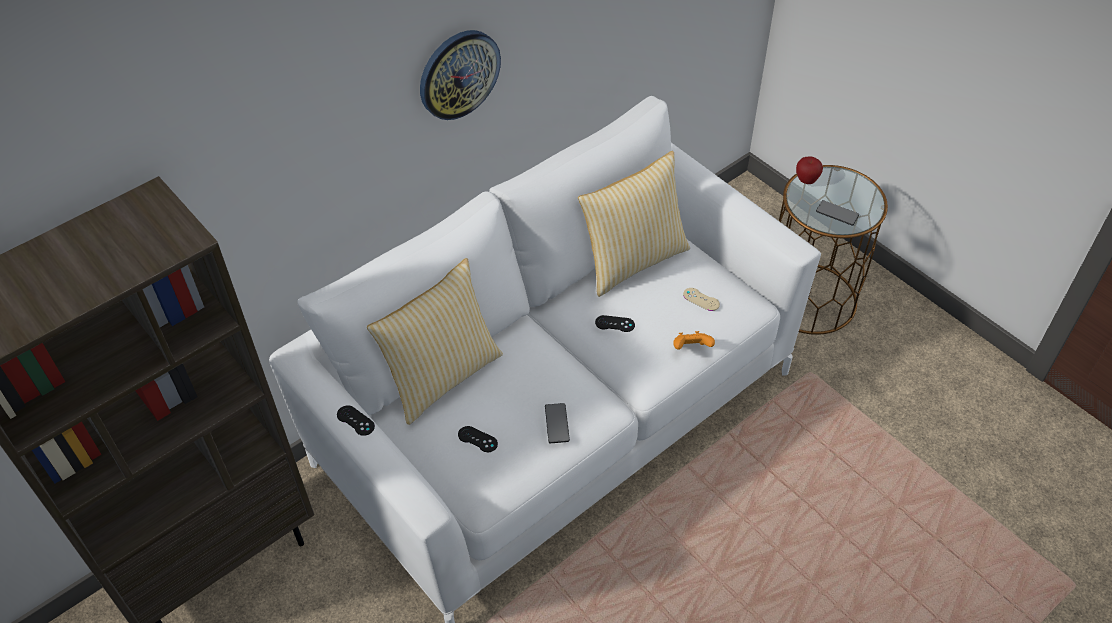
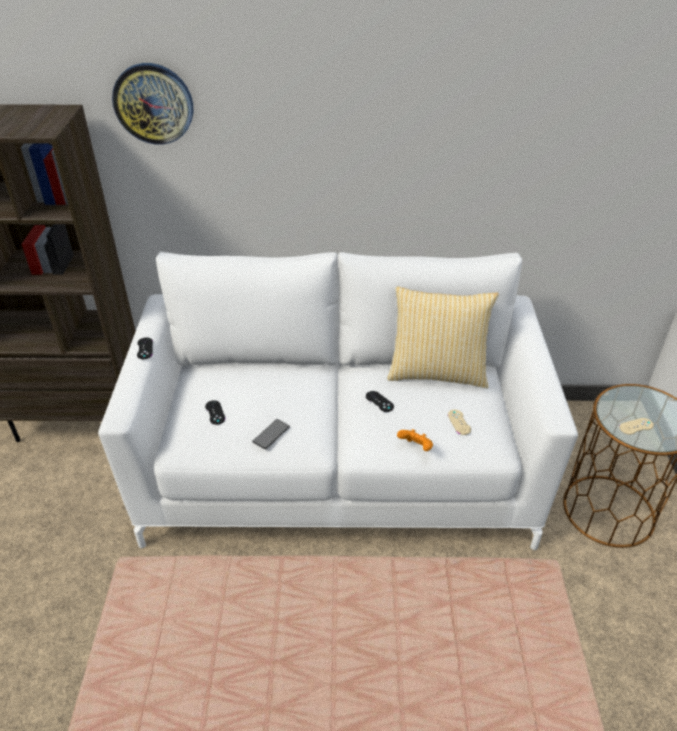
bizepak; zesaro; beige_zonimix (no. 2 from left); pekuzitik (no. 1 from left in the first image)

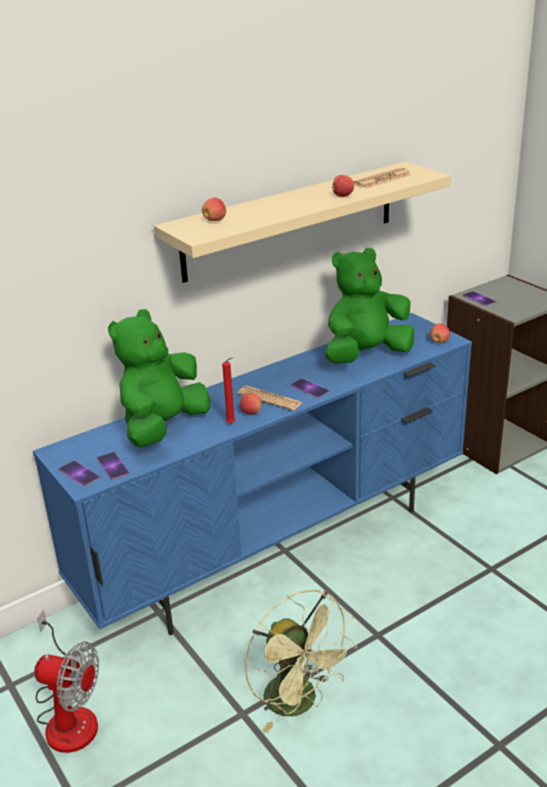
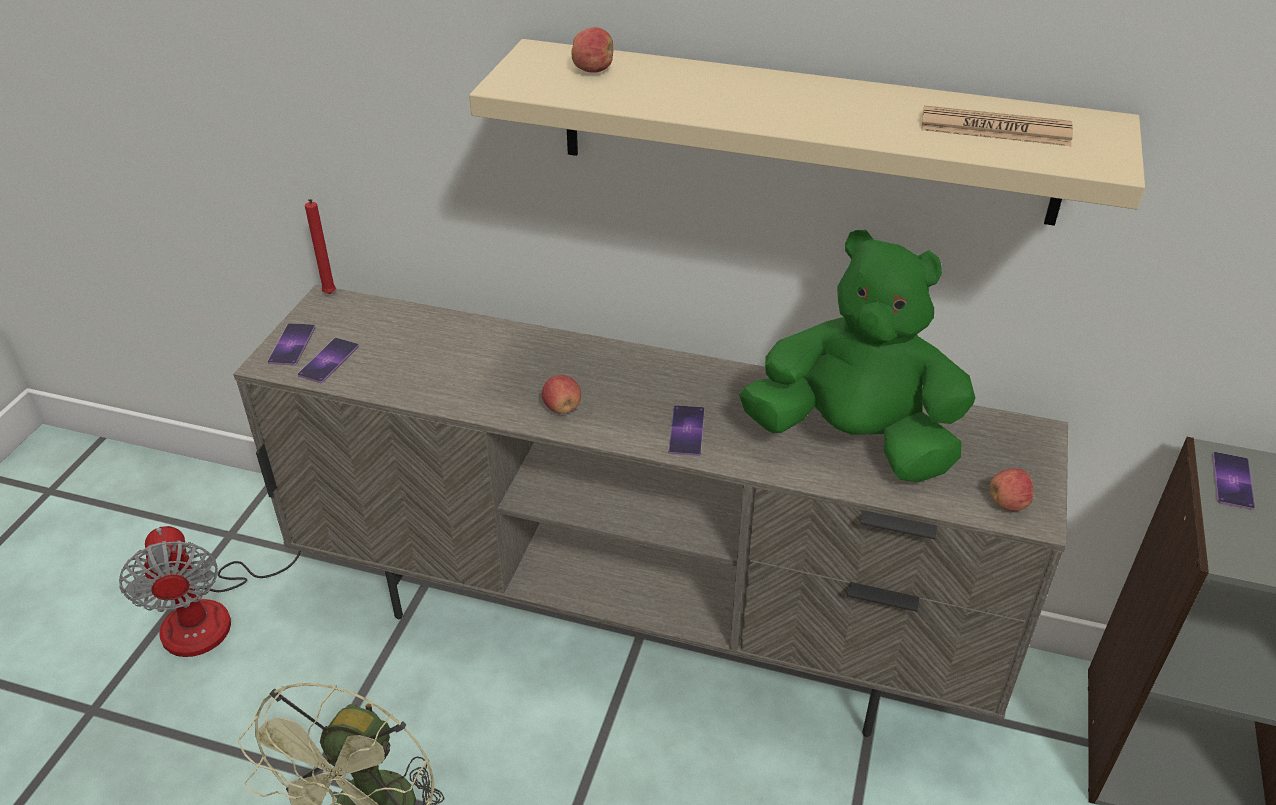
zesaro (no. 3 from left in the first image); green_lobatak (no. 1 from left in the first image); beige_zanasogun; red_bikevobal; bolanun (no. 1 from left in the first image)

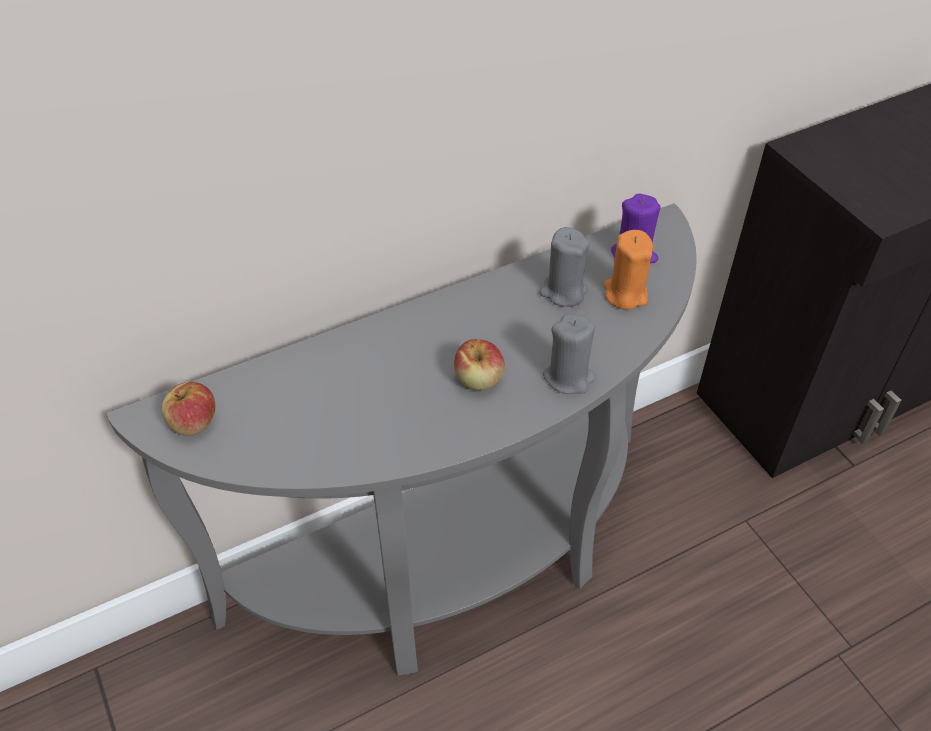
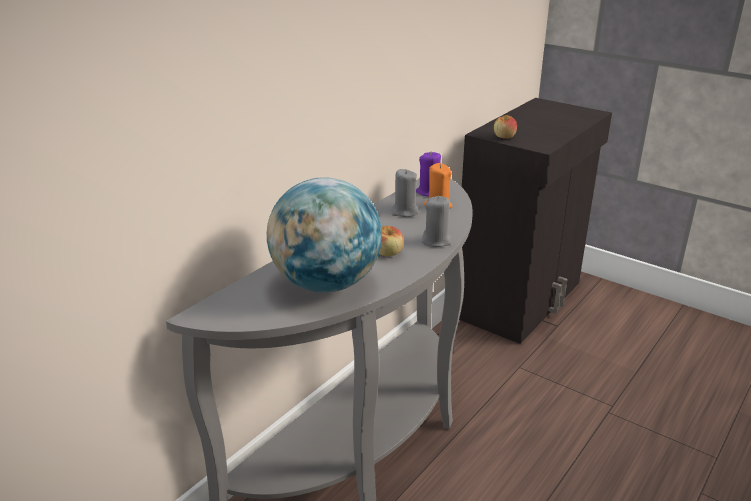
zesaro (no. 2 from left); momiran

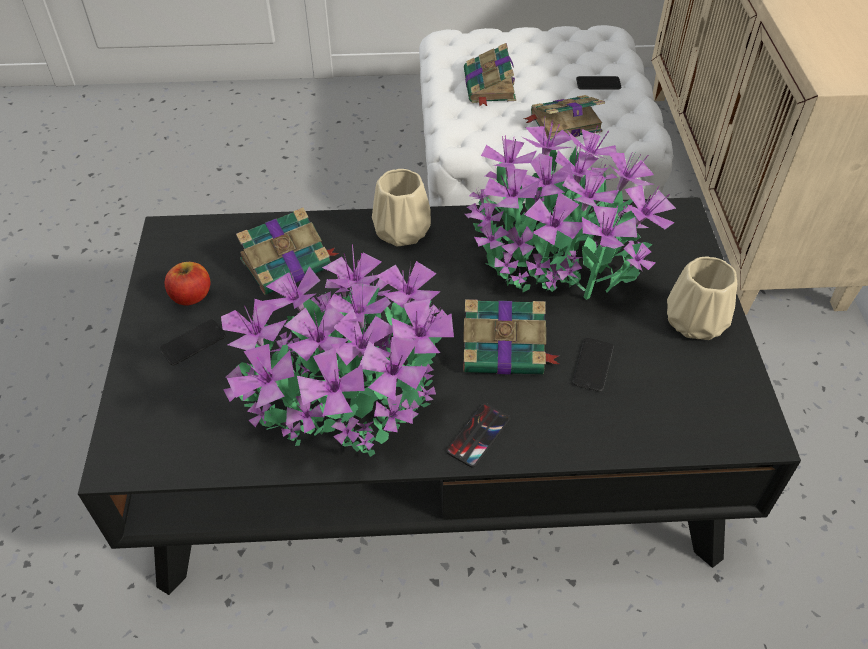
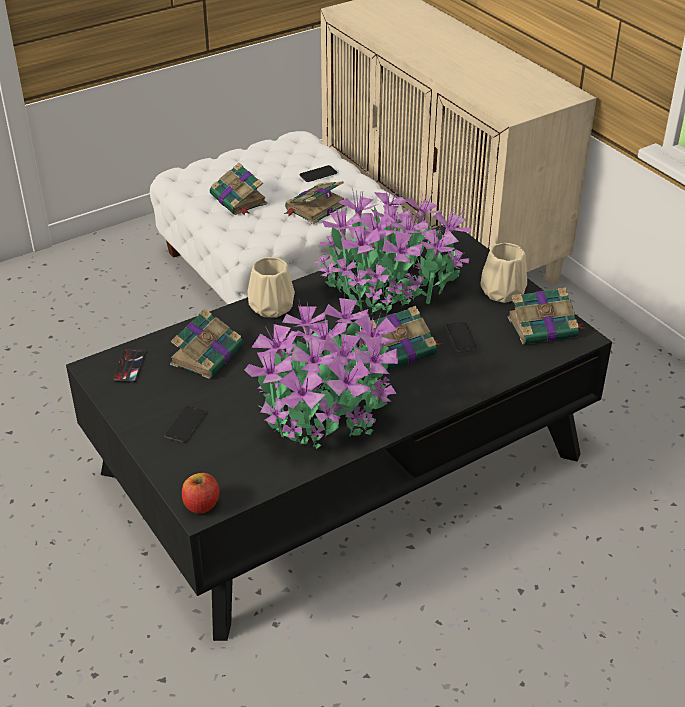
zesaro; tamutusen (no. 1 from left); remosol (no. 5 from left)

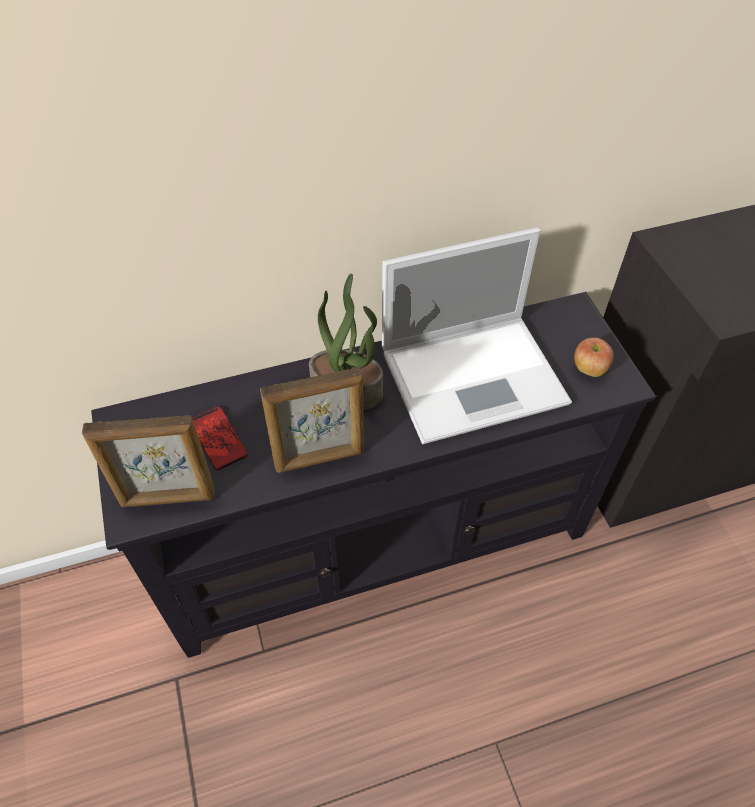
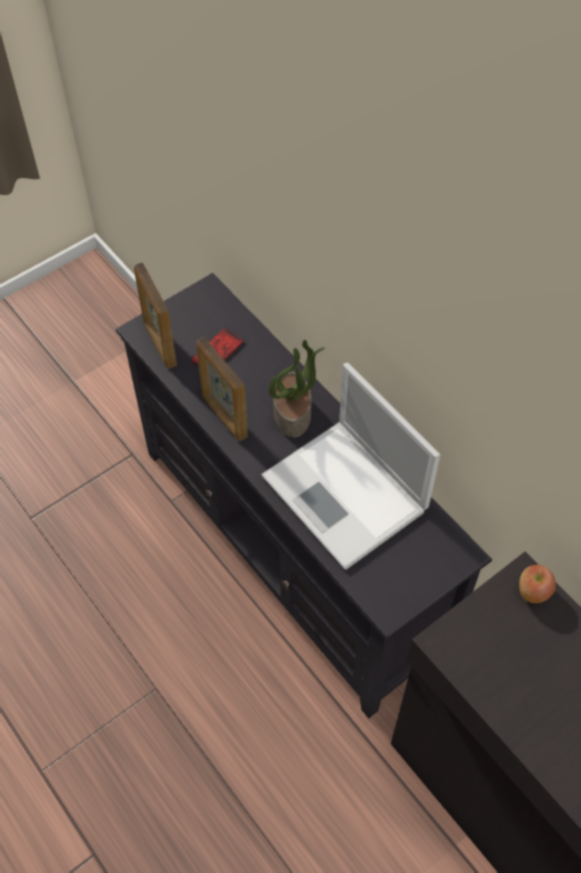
zesaro

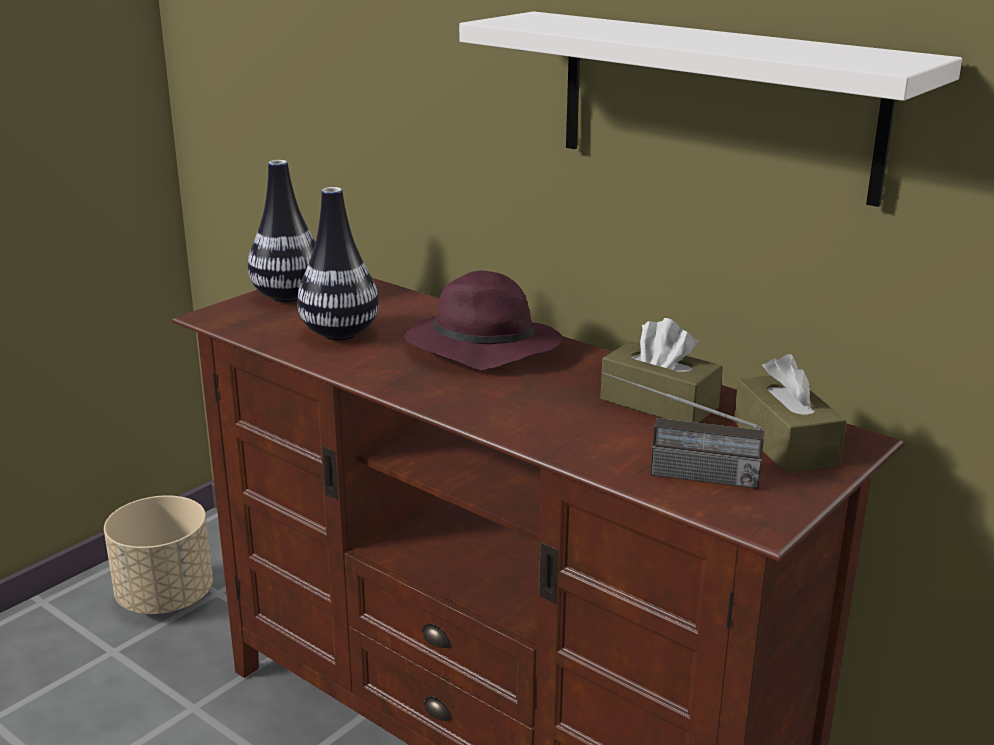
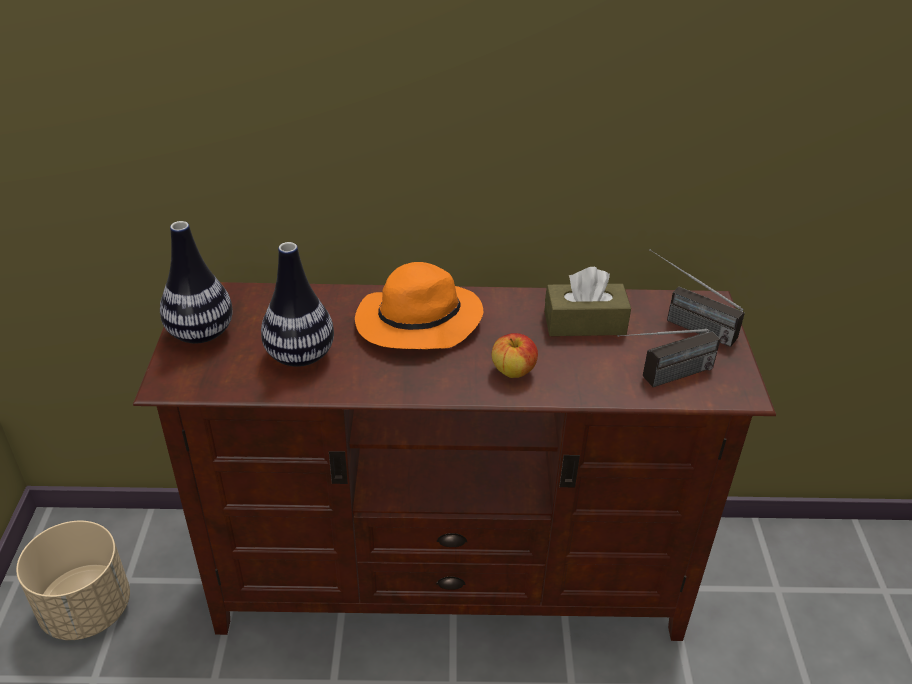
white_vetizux; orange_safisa; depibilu (no. 2 from left); zesaro

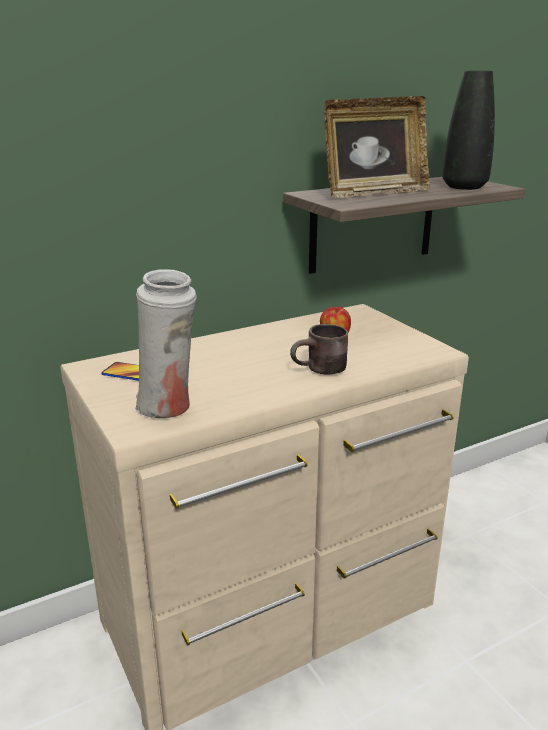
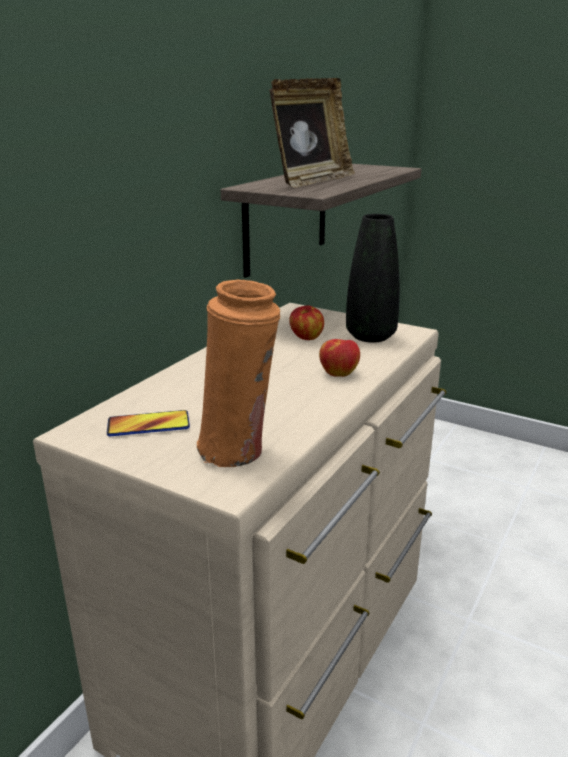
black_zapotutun; orange_zapotutun; zesaro (no. 2 from left)

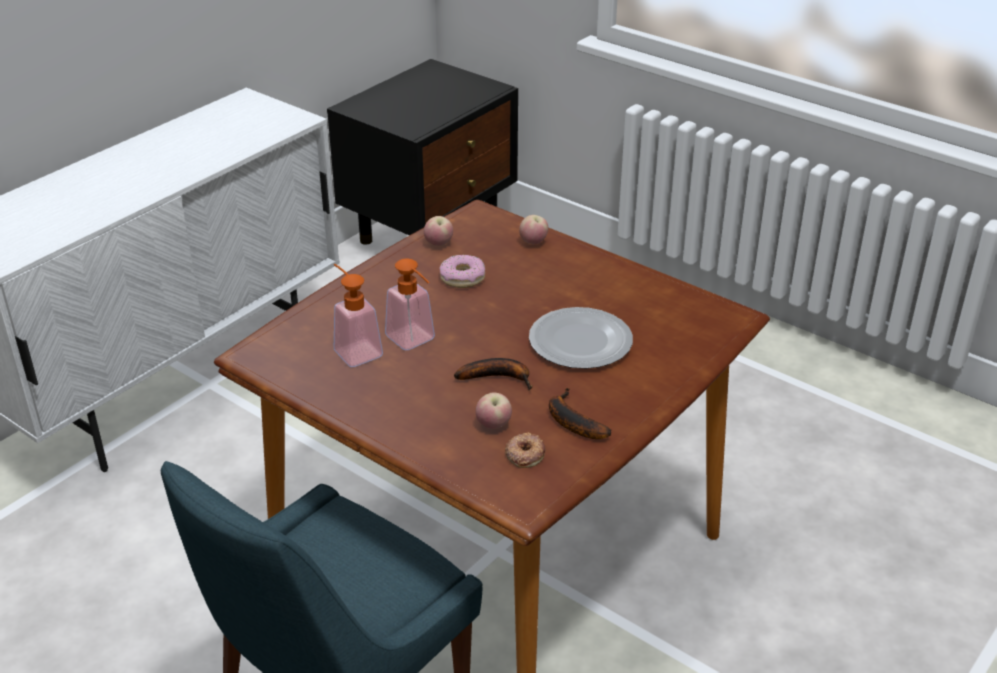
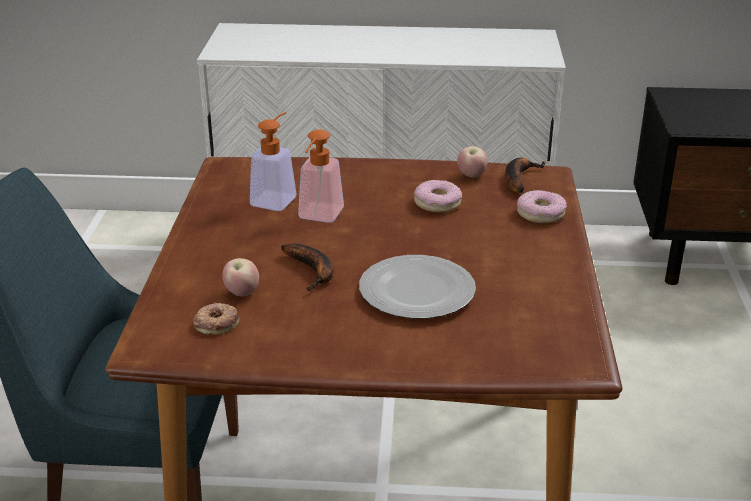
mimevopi (no. 3 from left); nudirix (no. 2 from left)

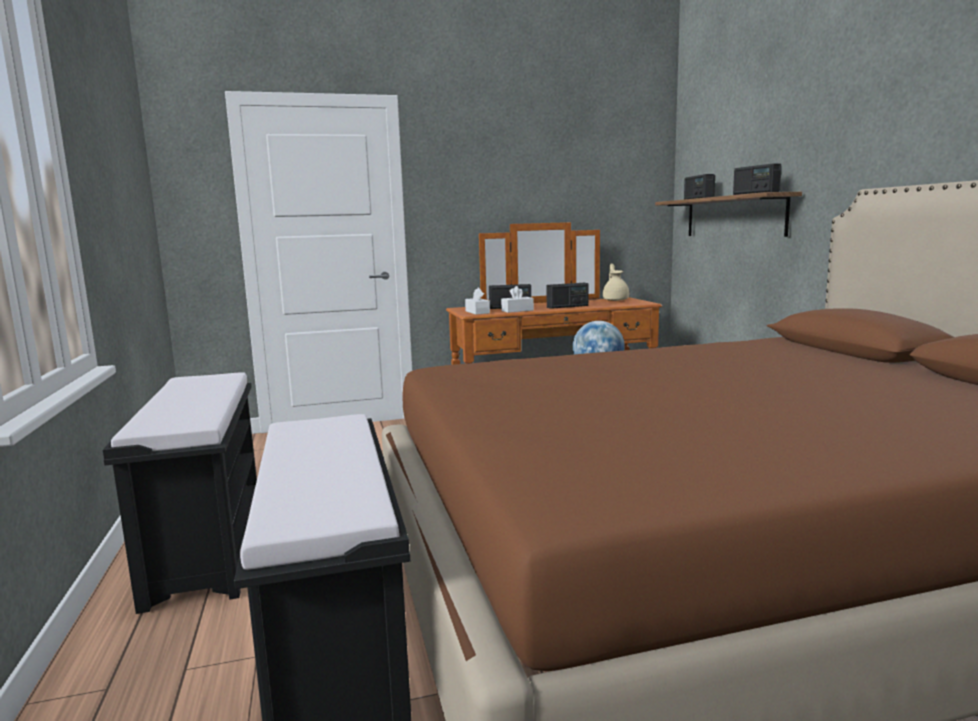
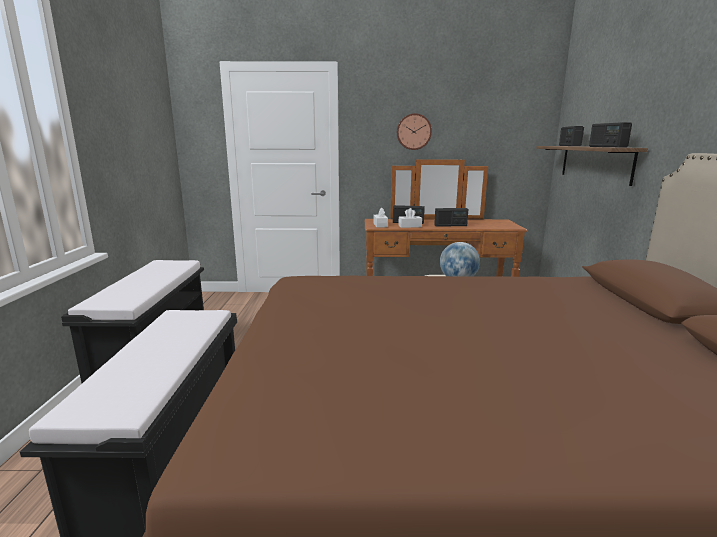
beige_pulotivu; bizepak

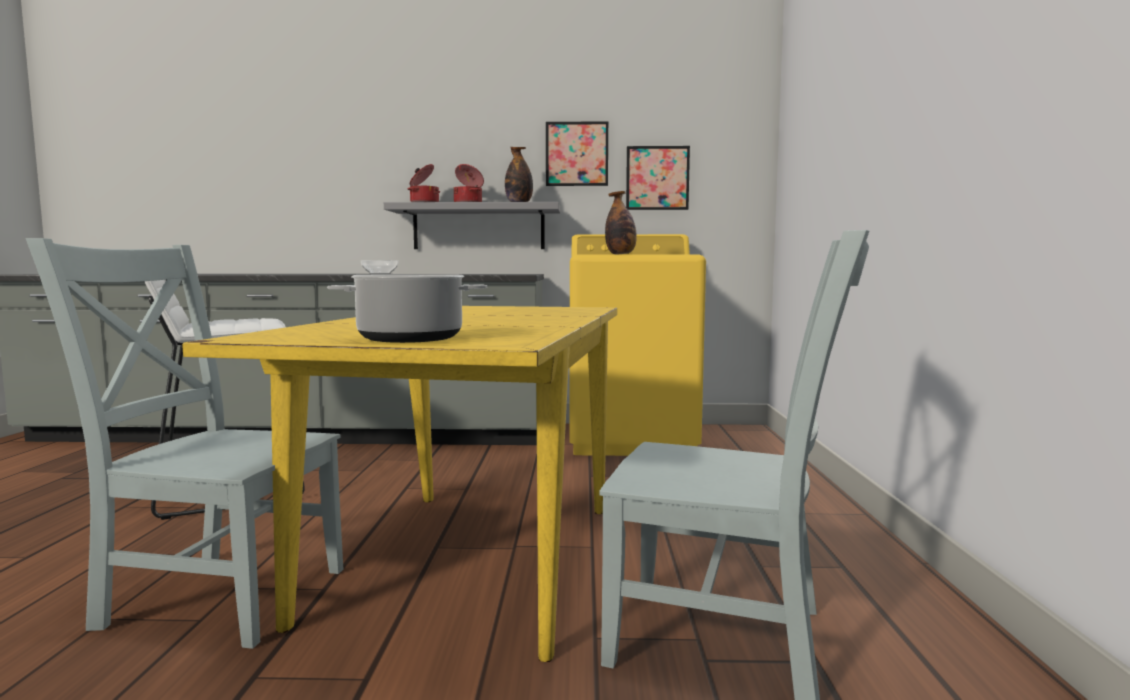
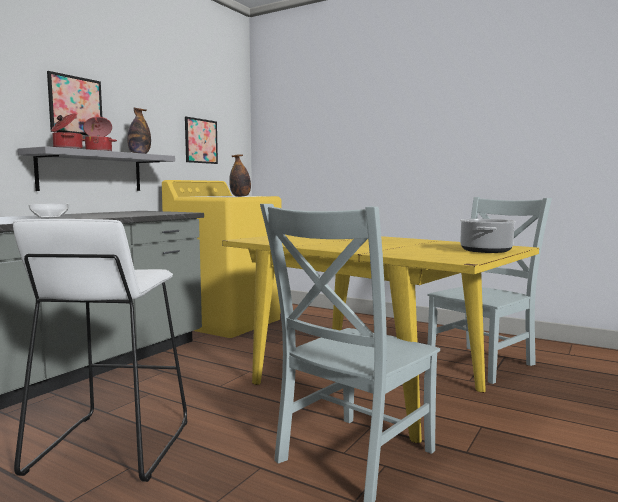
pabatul (no. 1 from left)

